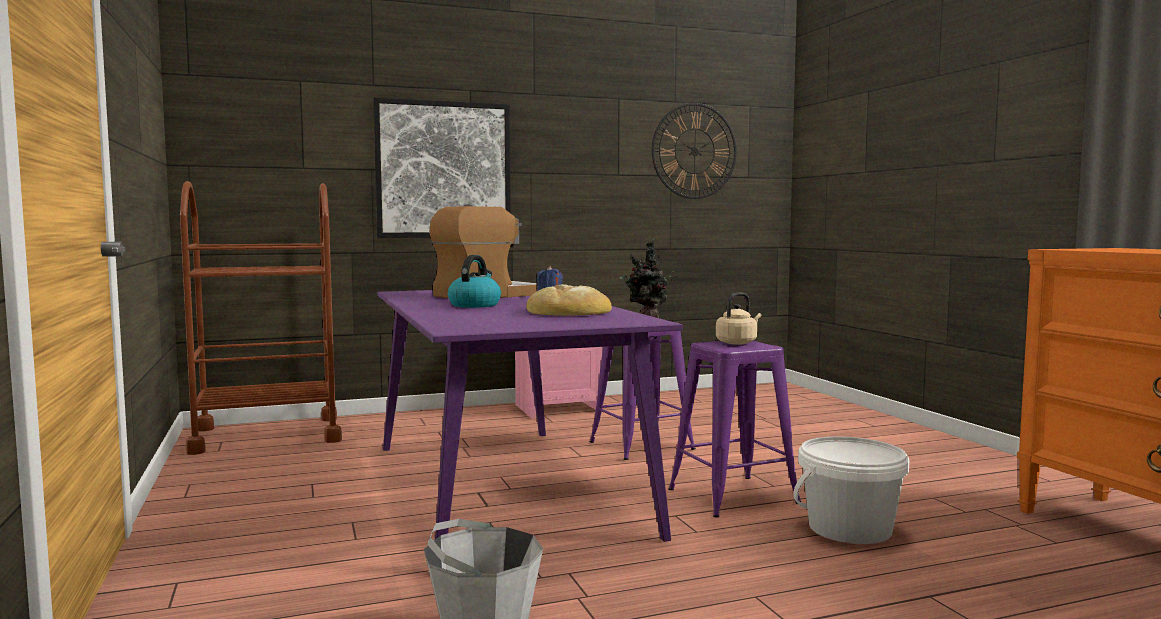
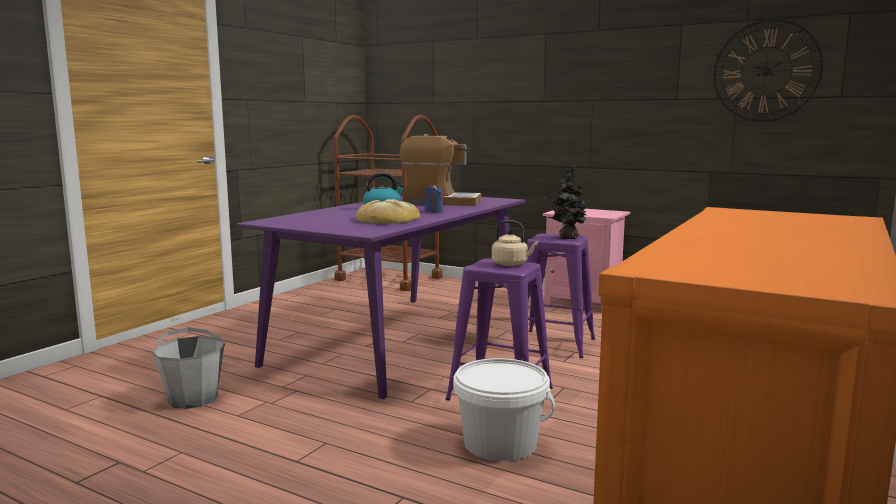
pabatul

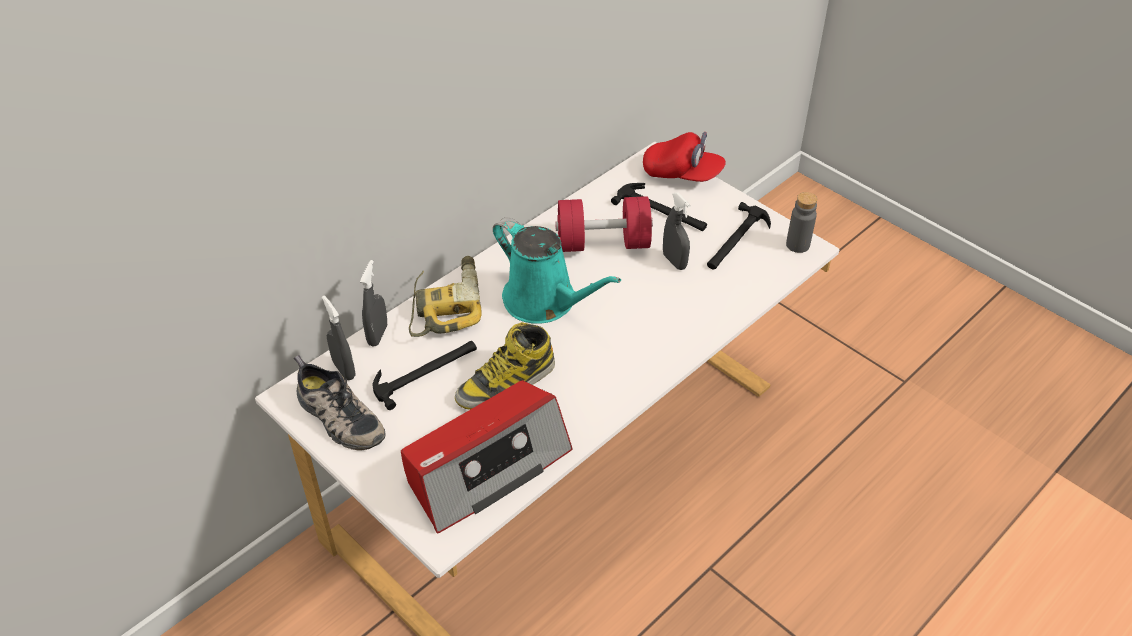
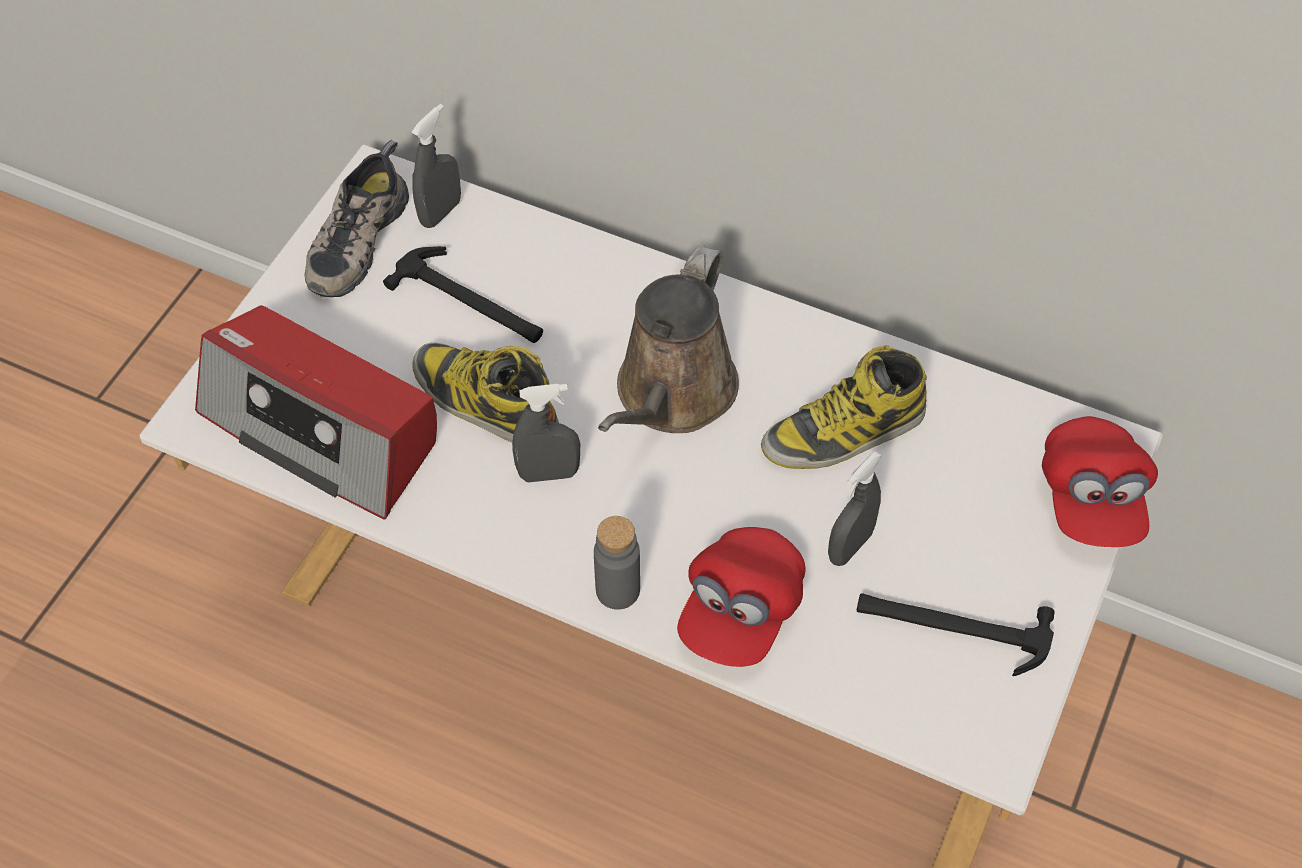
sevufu (no. 2 from left in the first image); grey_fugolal; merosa (no. 2 from left); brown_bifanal; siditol; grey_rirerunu (no. 2 from left); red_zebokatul (no. 1 from left)

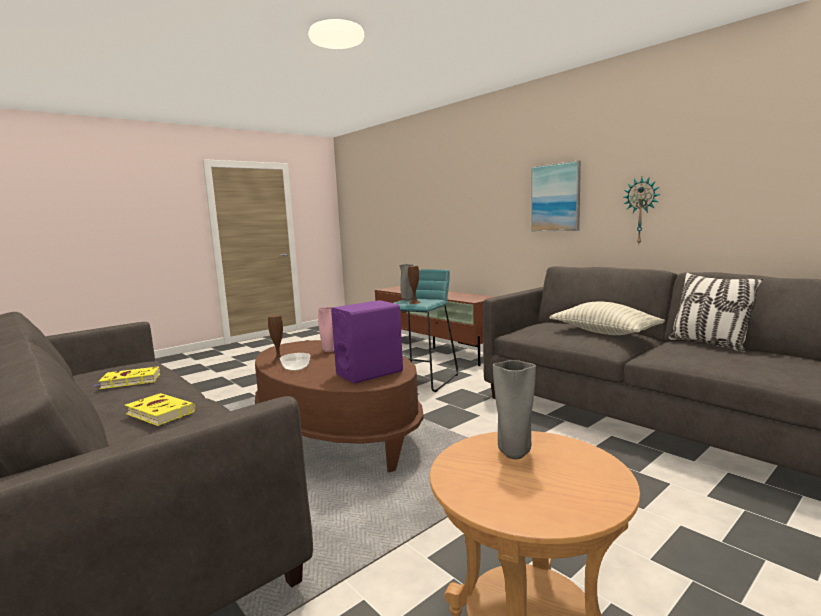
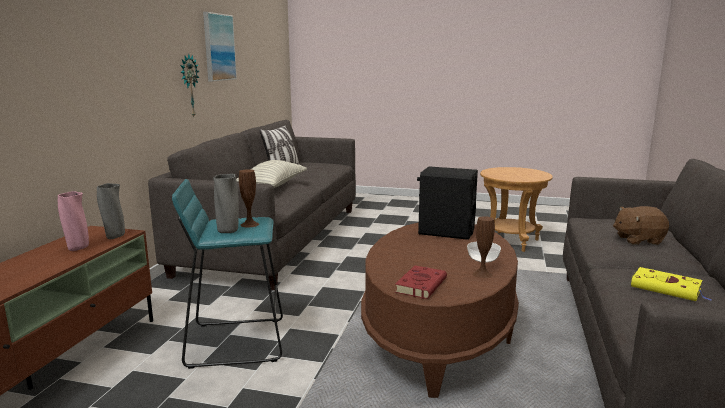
pabatul; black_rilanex; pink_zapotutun; grey_zapotutun (no. 1 from left); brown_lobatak; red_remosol

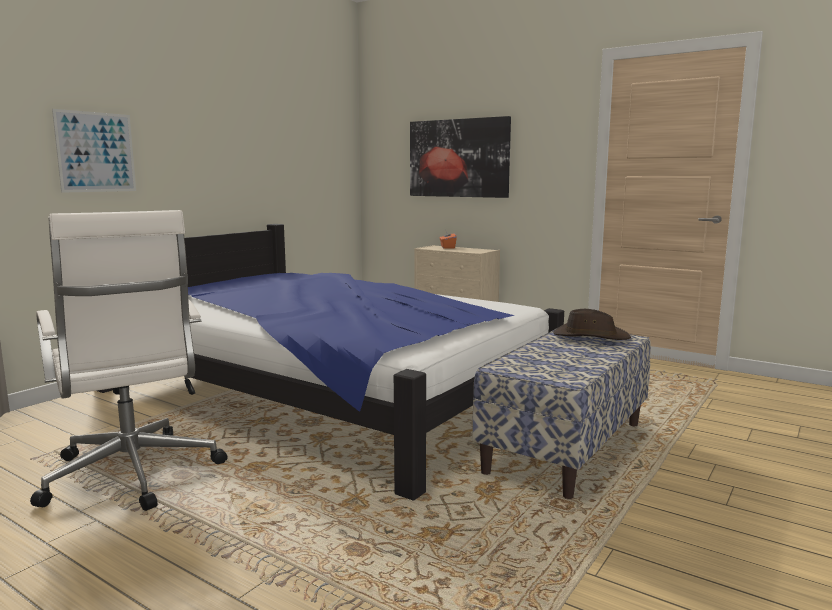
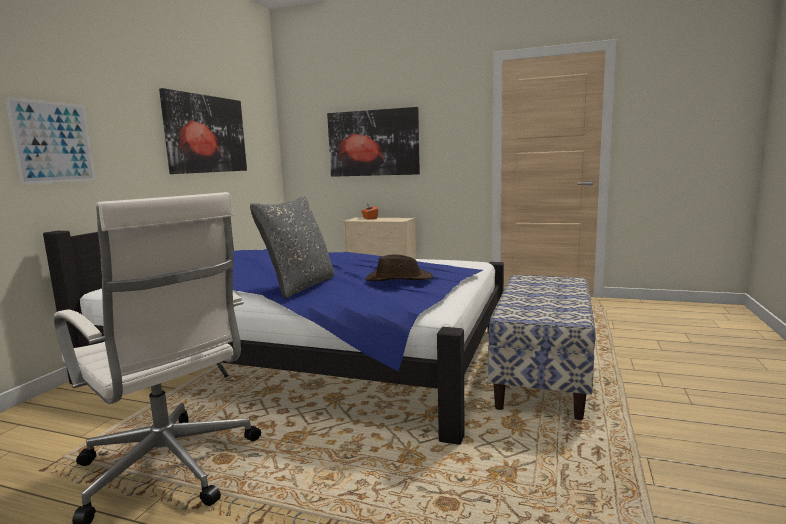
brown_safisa; pabatul (no. 2 from left); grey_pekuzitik

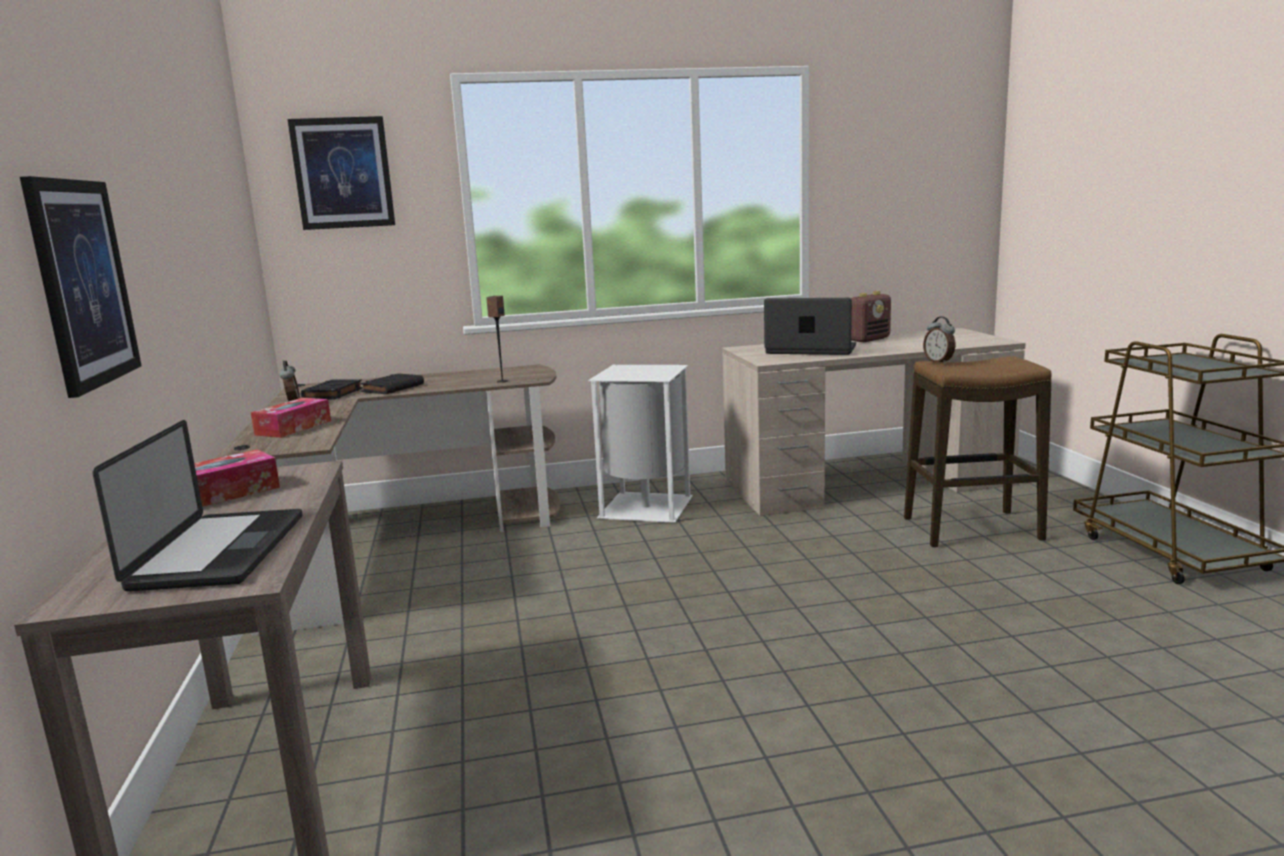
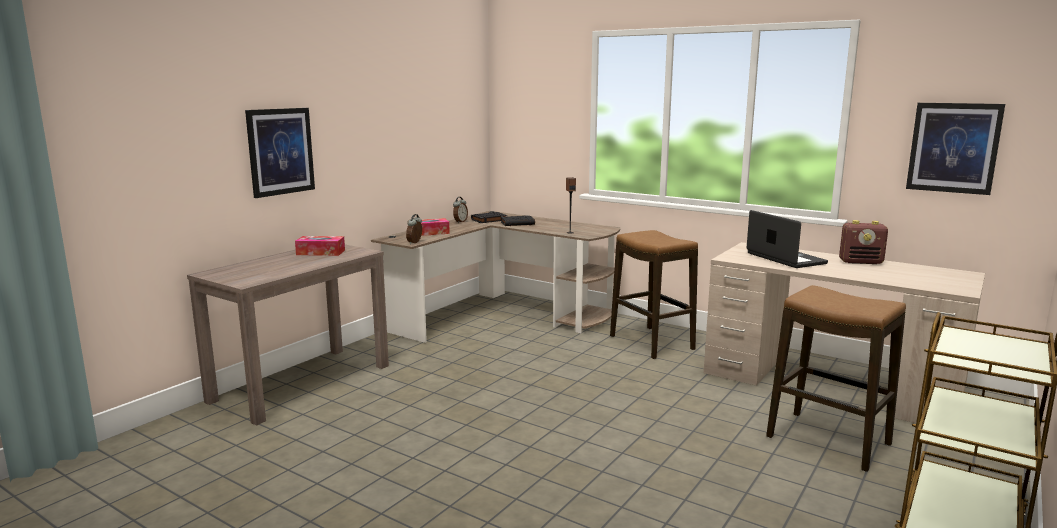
pabatul (no. 2 from left); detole (no. 1 from left); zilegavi (no. 1 from left); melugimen (no. 1 from left in the first image)

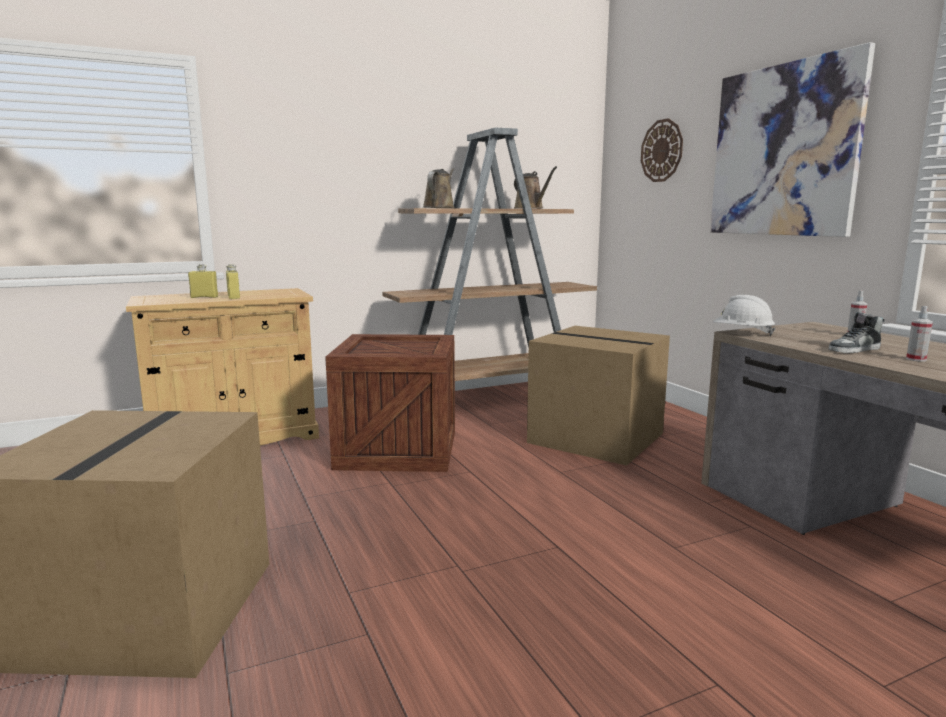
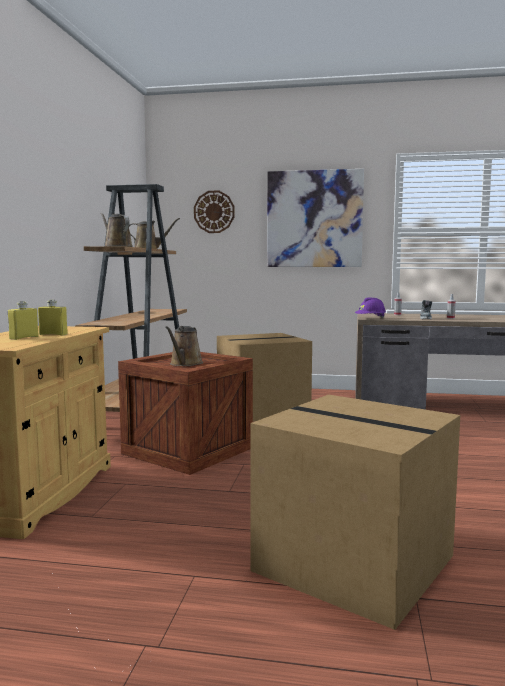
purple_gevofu; brown_bifanal (no. 3 from left)

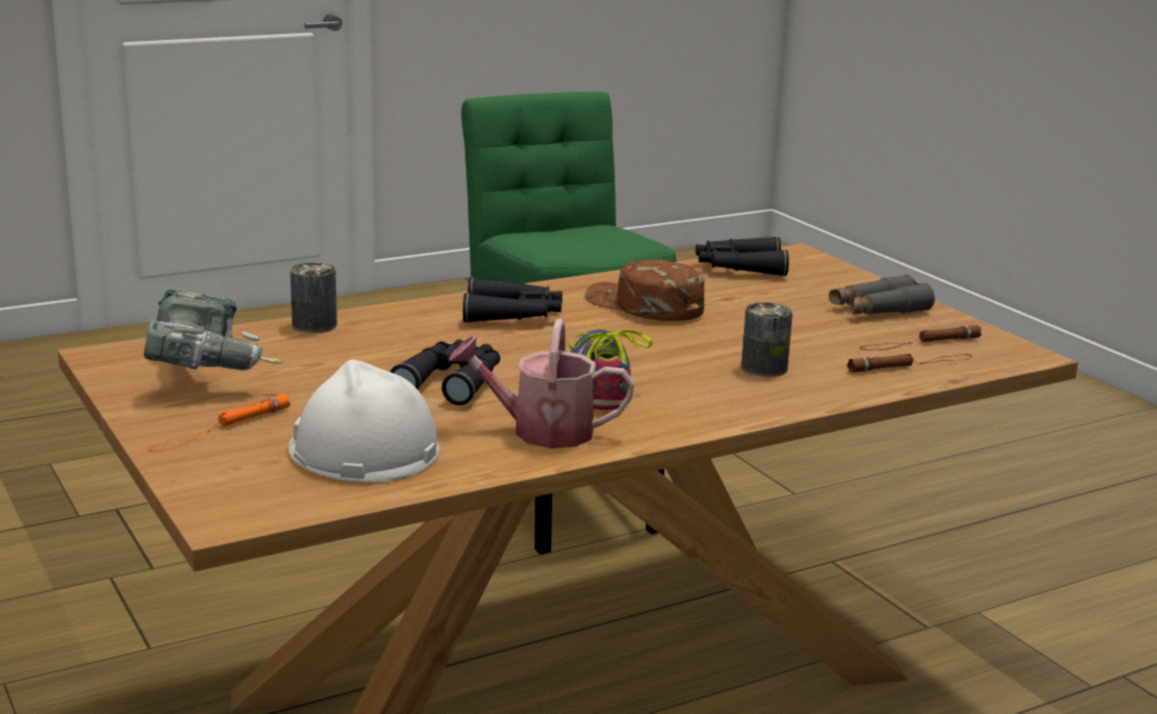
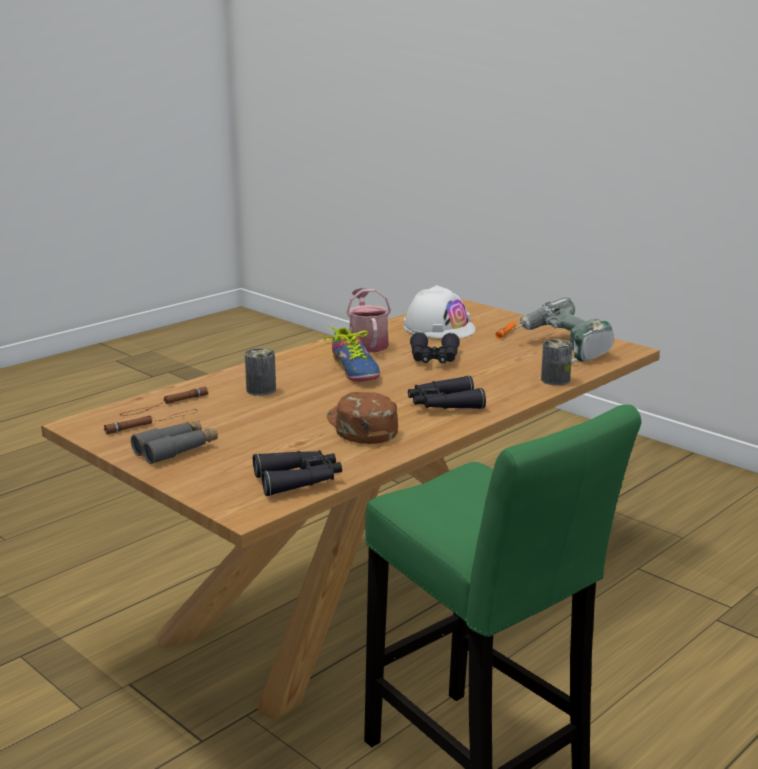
brown_zebokatul; bifanal

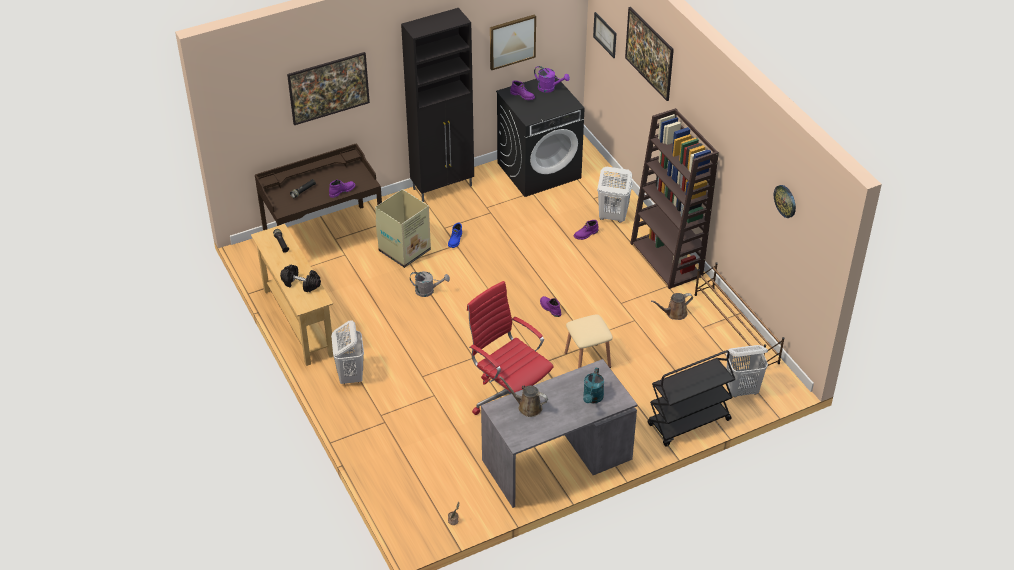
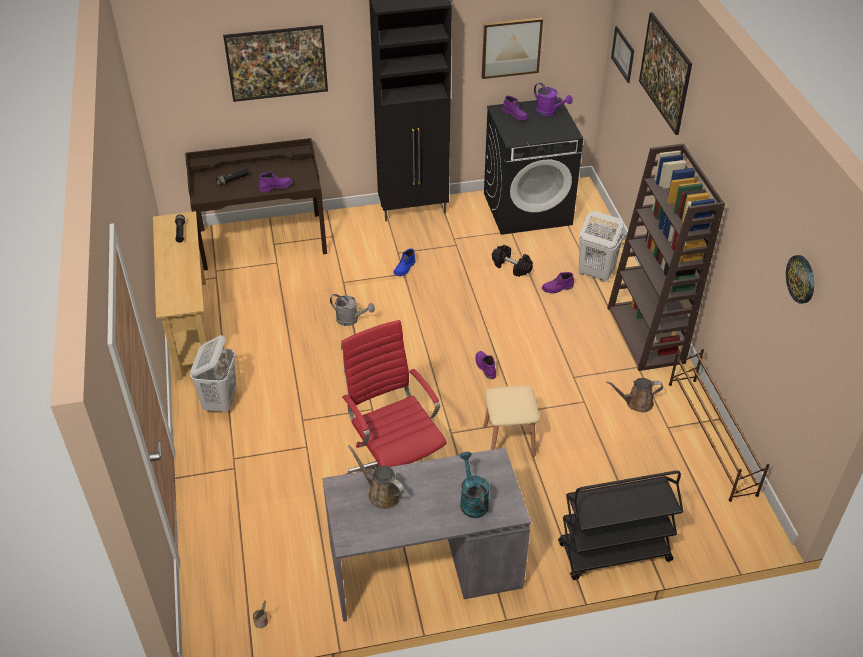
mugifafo; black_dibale; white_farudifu (no. 3 from left in the first image); turquoise_bifanal

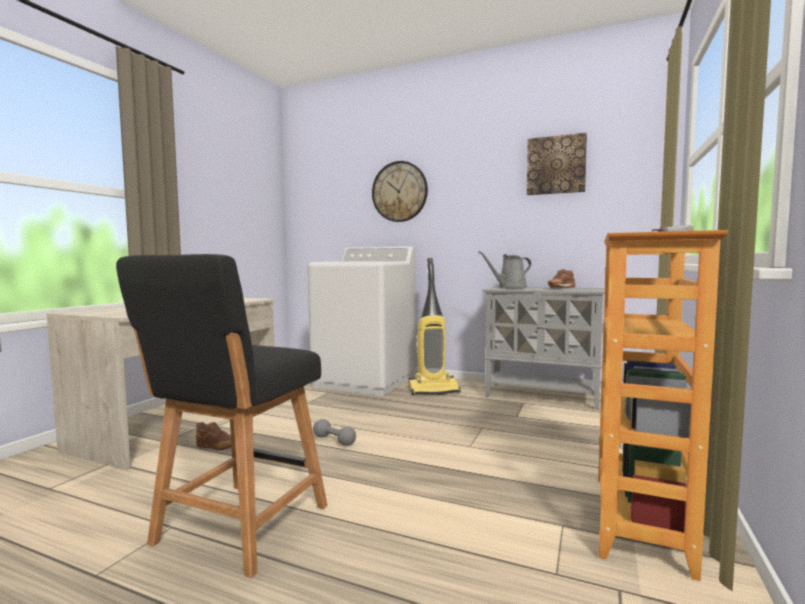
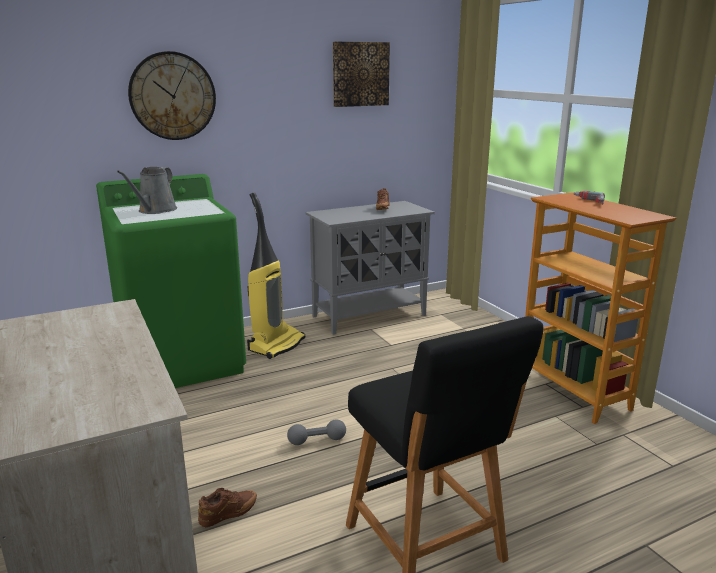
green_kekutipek; grey_bifanal

